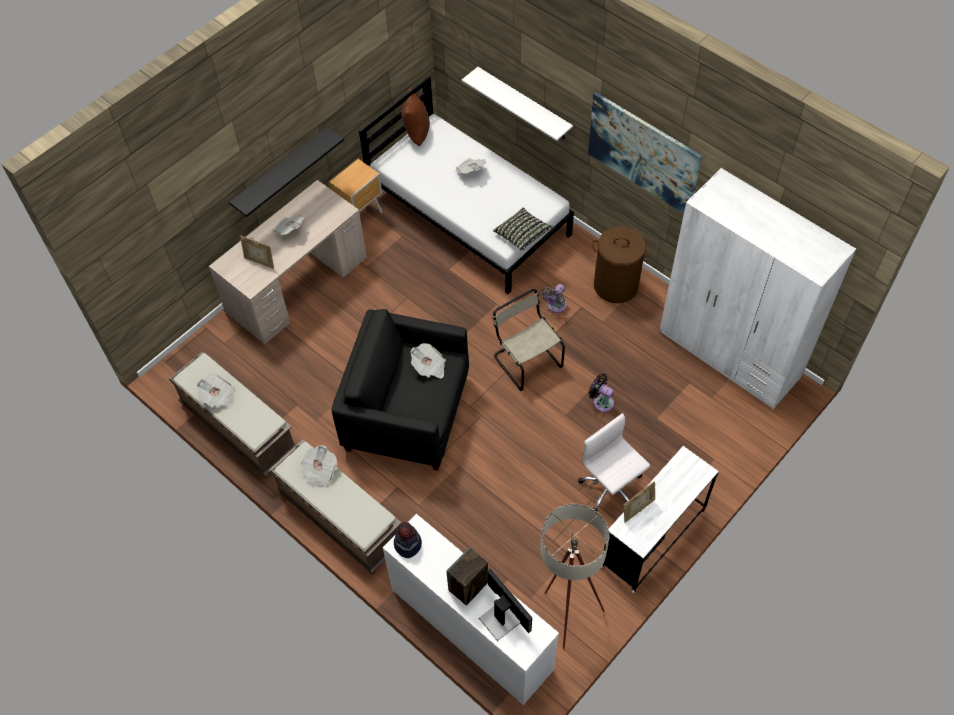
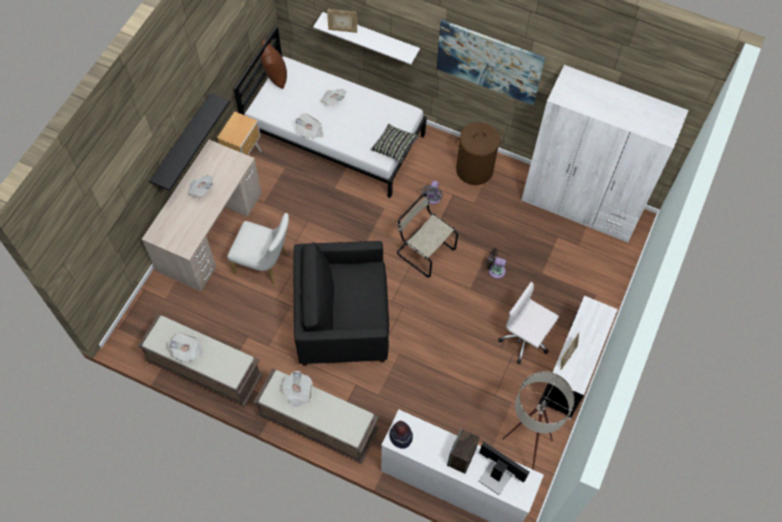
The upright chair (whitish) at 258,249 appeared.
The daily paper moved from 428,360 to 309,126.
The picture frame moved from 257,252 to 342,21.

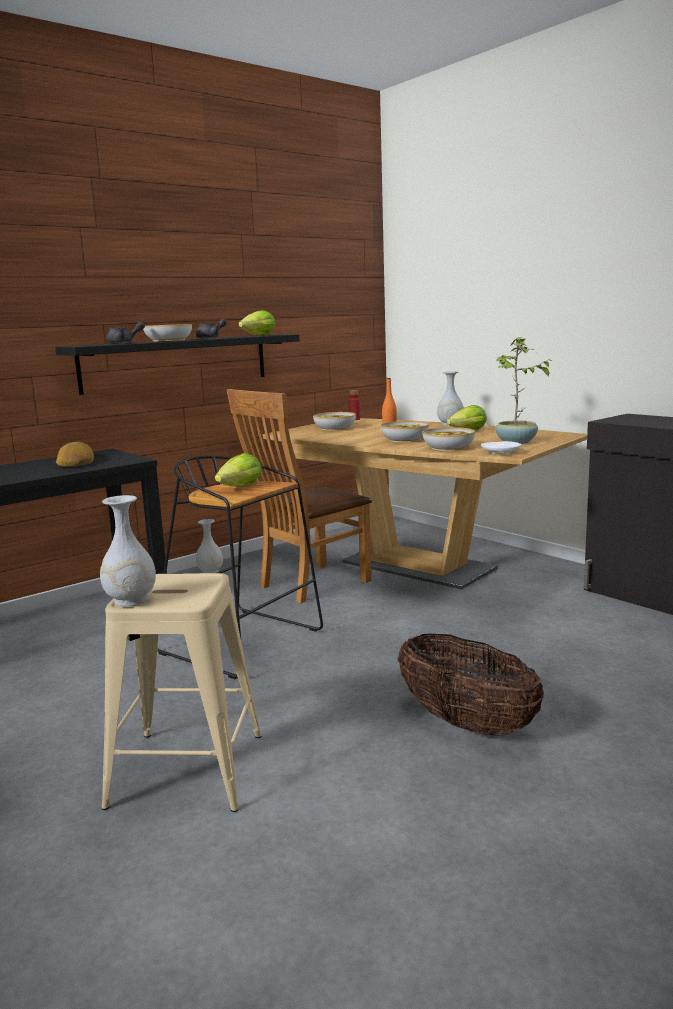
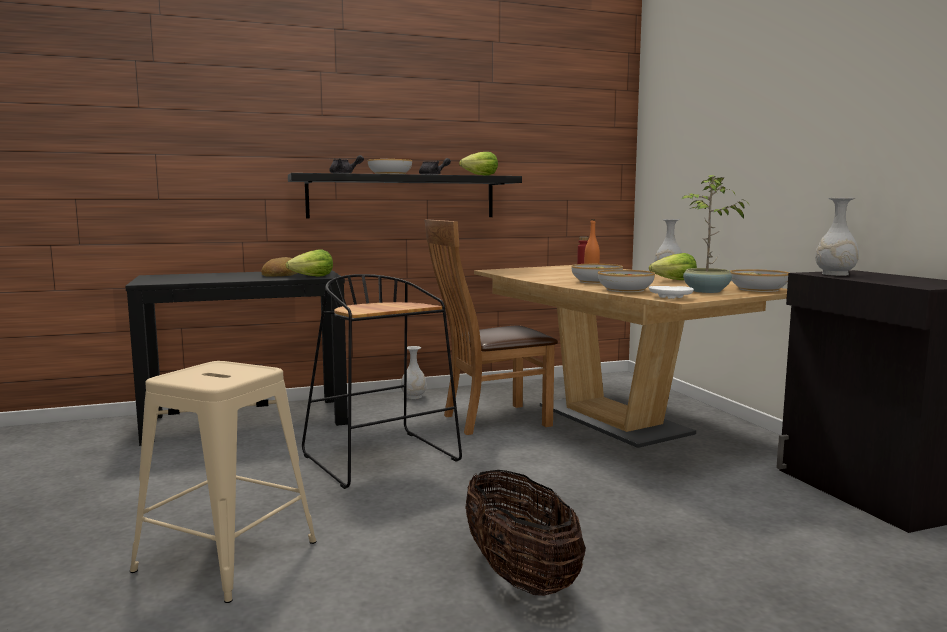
The lettuce moved from 238,469 to 309,263.
The deep dish moved from 334,421 to 759,280.
The decorative vase (whitish) moved from 128,550 to 837,237.

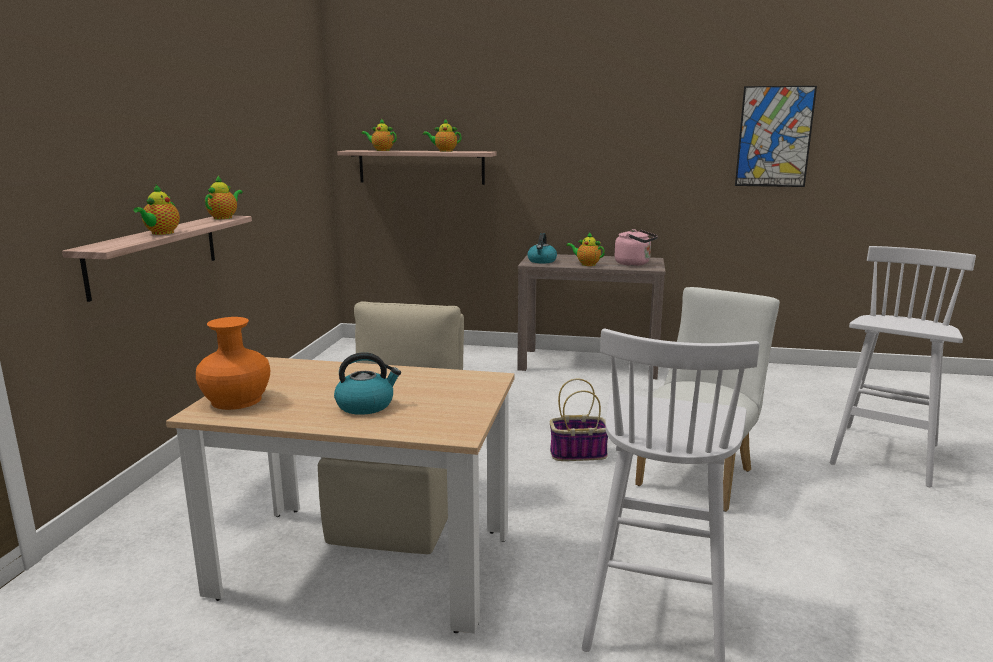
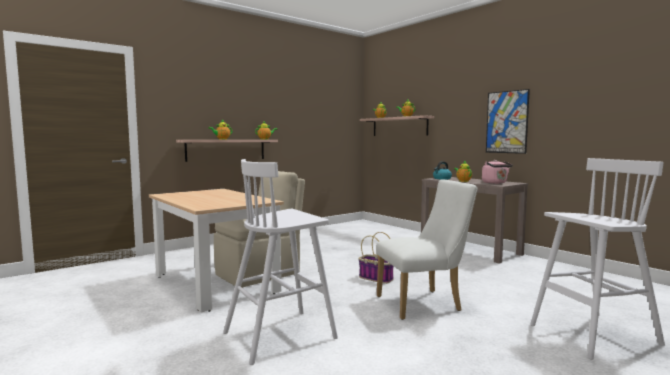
The wall picture moved from 776,136 to 508,121.
The decorative vase (orange) at 233,363 disappeared.
The kettle at 367,383 disappeared.

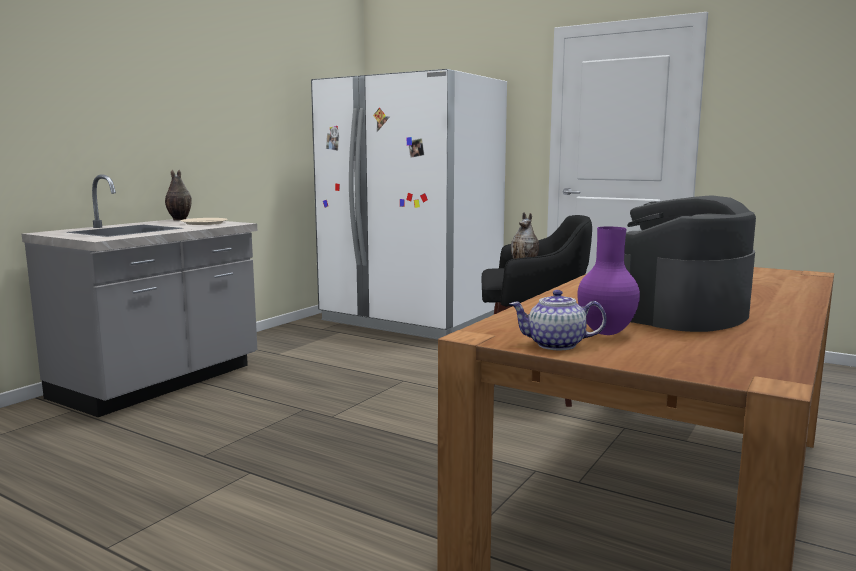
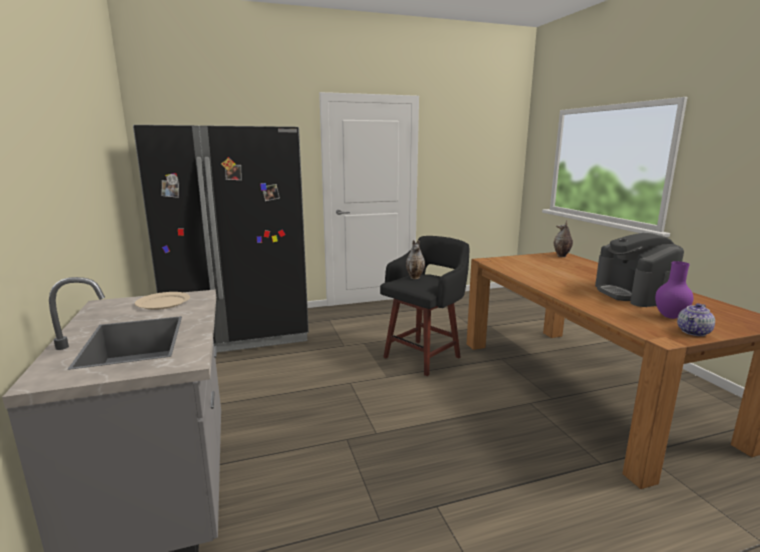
The refrigerator (whitish) at 409,204 became the refrigerator (blackish) at 221,238.
The decorative vase moved from 178,195 to 563,238.

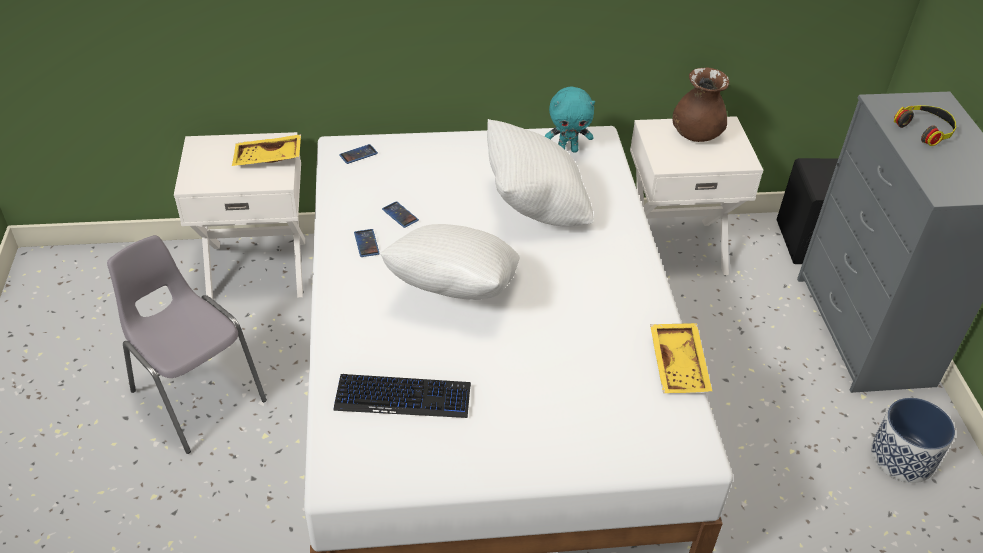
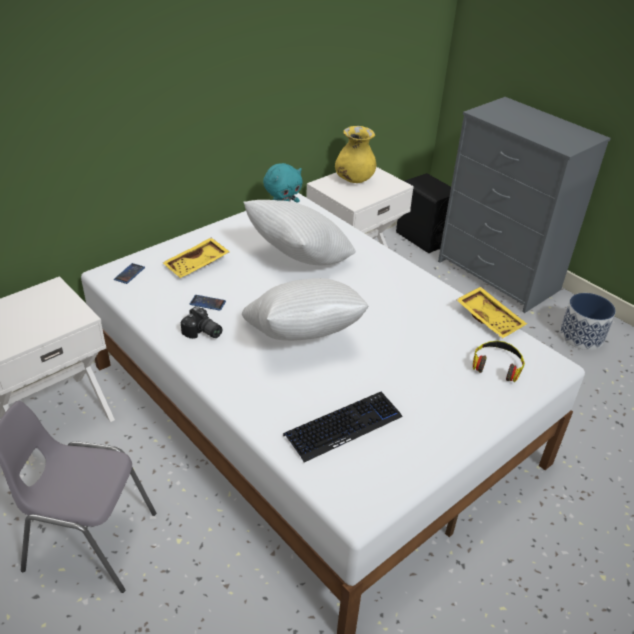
The carrying tray (yellow) moved from 266,150 to 196,258.
The phone at 366,243 was replaced by the photo camera at 201,322.
The decorative vase (brownish) at 700,104 became the decorative vase (yellow) at 355,154.
The pair of headphones moved from 925,125 to 499,361.

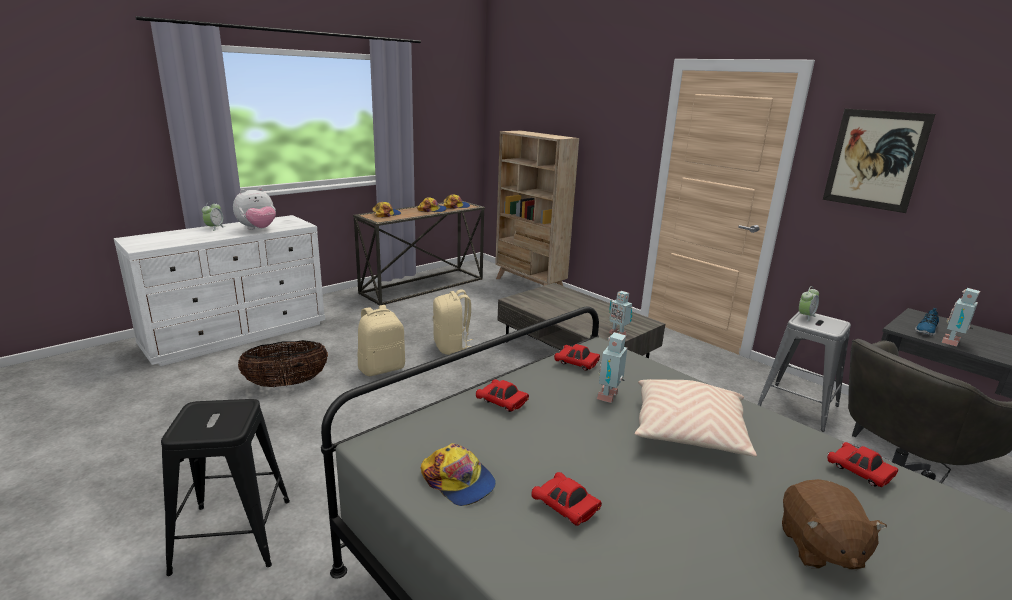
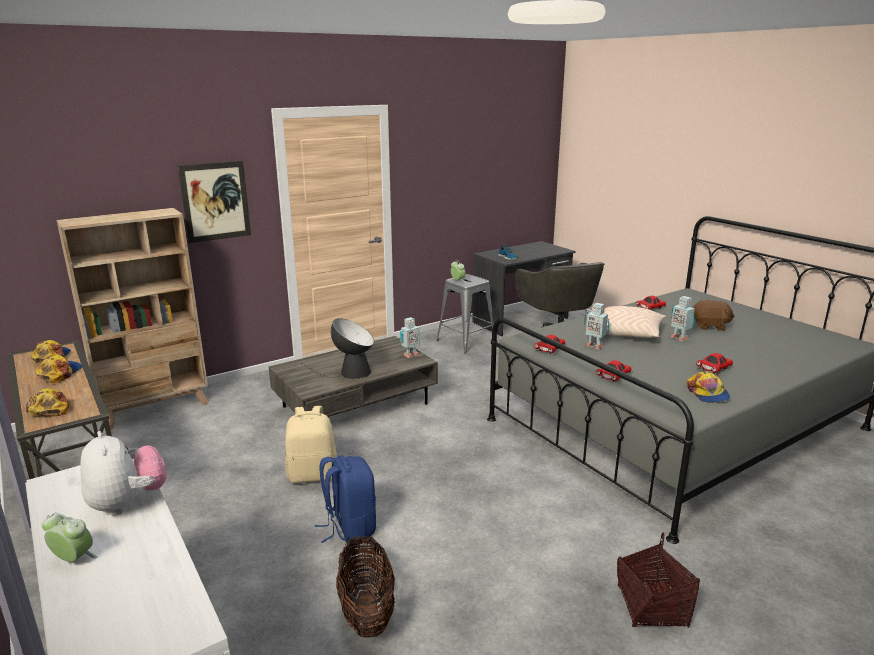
The wall picture moved from 879,161 to 214,202.
The table lamp at 337,348 appeared.
The knapsack (beige) at 381,340 became the knapsack (blue) at 345,499.
The stool (blackish) at 225,487 was replaced by the storage basket at 658,580.
The toy robot moved from 960,317 to 682,319.
The baseball cap at 458,474 turned 120 degrees clockwise.

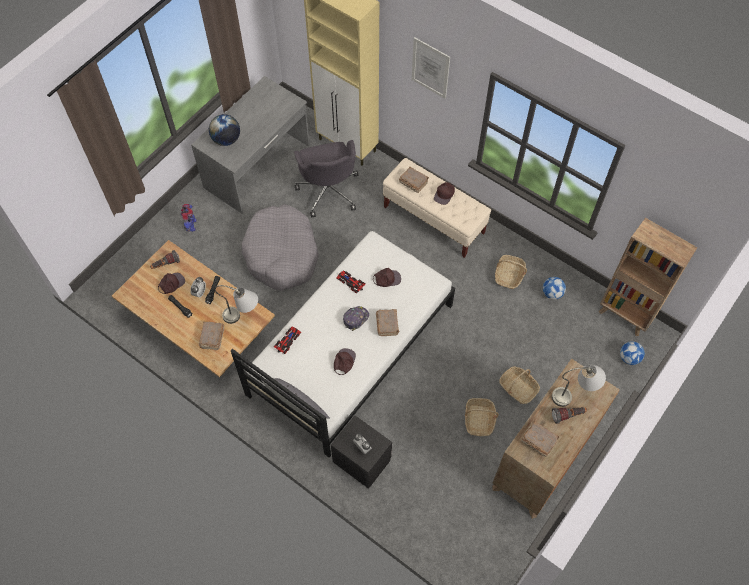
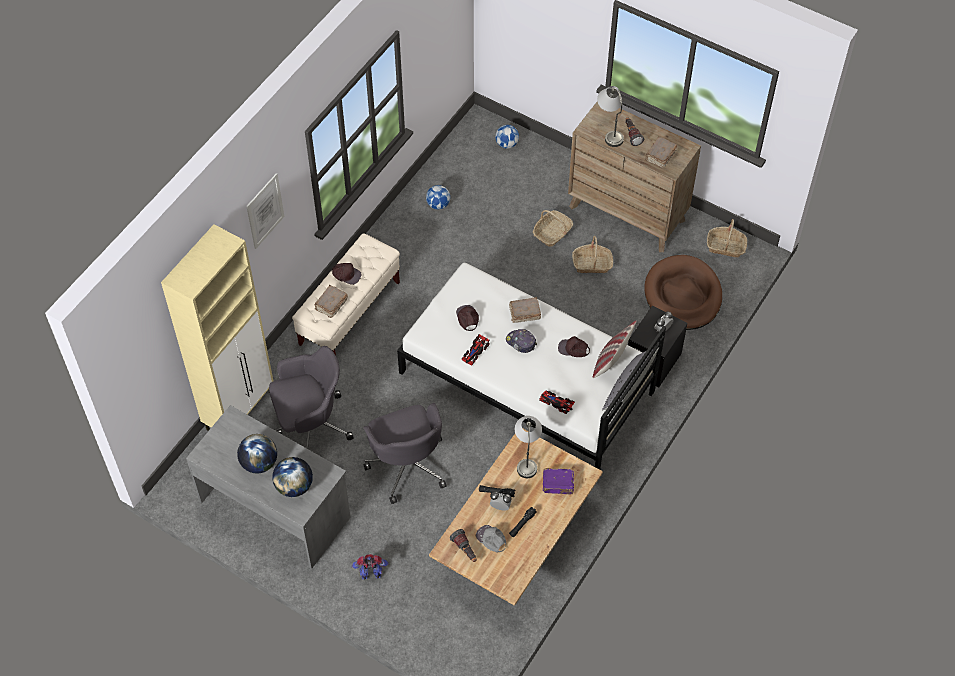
The world globe at 257,454 appeared.
The pet bed (greyish) at 280,247 was replaced by the desk chair (greyish) at 405,453.
The baseball cap (brownish) at 171,283 became the baseball cap (greyish) at 491,538.
The book (brownish) at 211,336 became the book (purplish) at 558,481.
The cushion at 615,349 appeared.
The pet bed (brownish) at 683,292 appeared.
The storage basket moved from 511,272 to 727,238.
The shelving unit (brownish) at 648,277 disappeared.

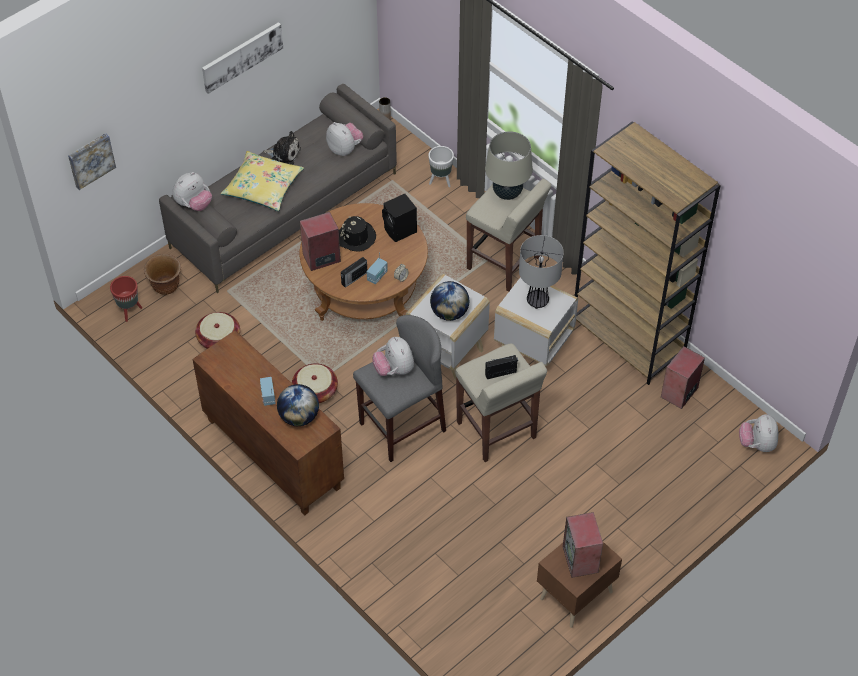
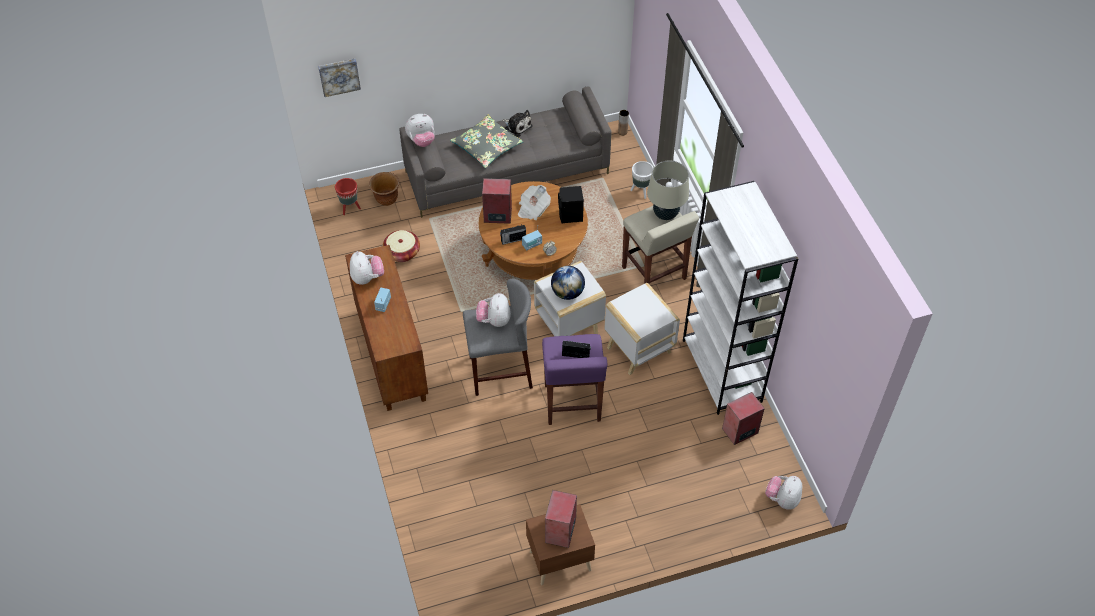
The soft toy moved from 344,139 to 367,268.
The cushion (yellow) at 262,181 became the cushion (greyish) at 487,141.
The wearable hat (blackish) at 357,234 was replaced by the daily paper at 534,202.
The stool (beige) at 501,402 became the stool (purplish) at 574,379.
The shelving unit (brownish) at 648,253 became the shelving unit (whitish) at 740,298.
The wall picture at 242,58 disappeared.
The world globe at 298,405 disappeared.
The storage basket at 315,383 disappeared.
The table lamp at 541,272 disappeared.

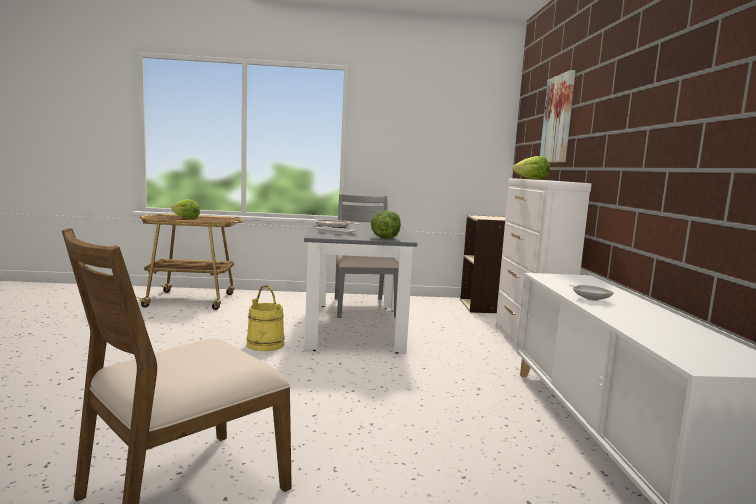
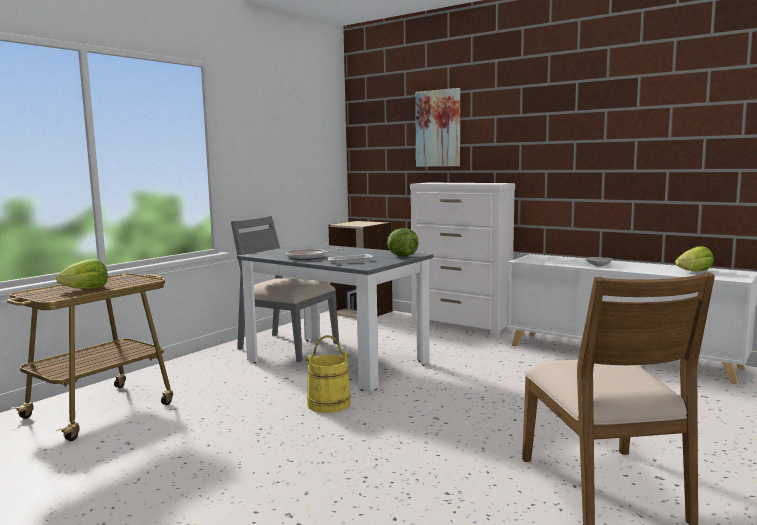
The lettuce moved from 531,168 to 694,258.

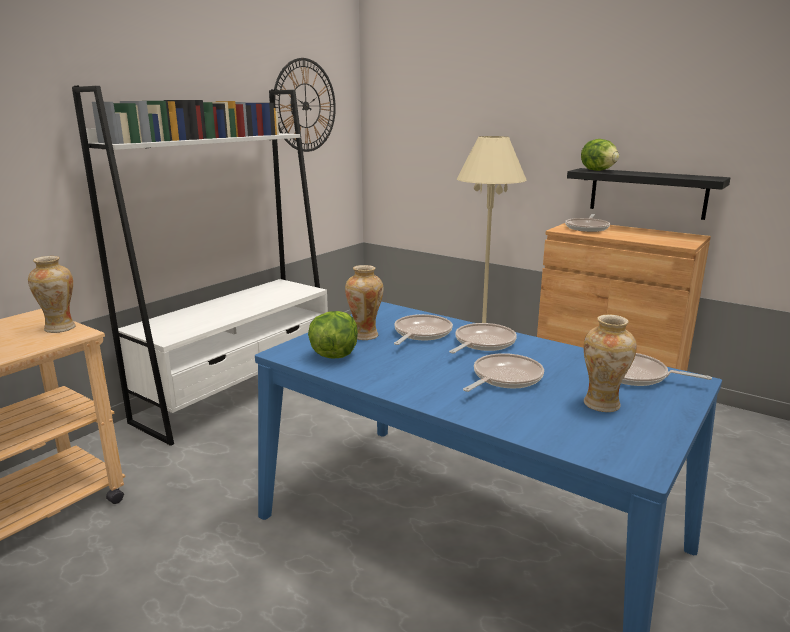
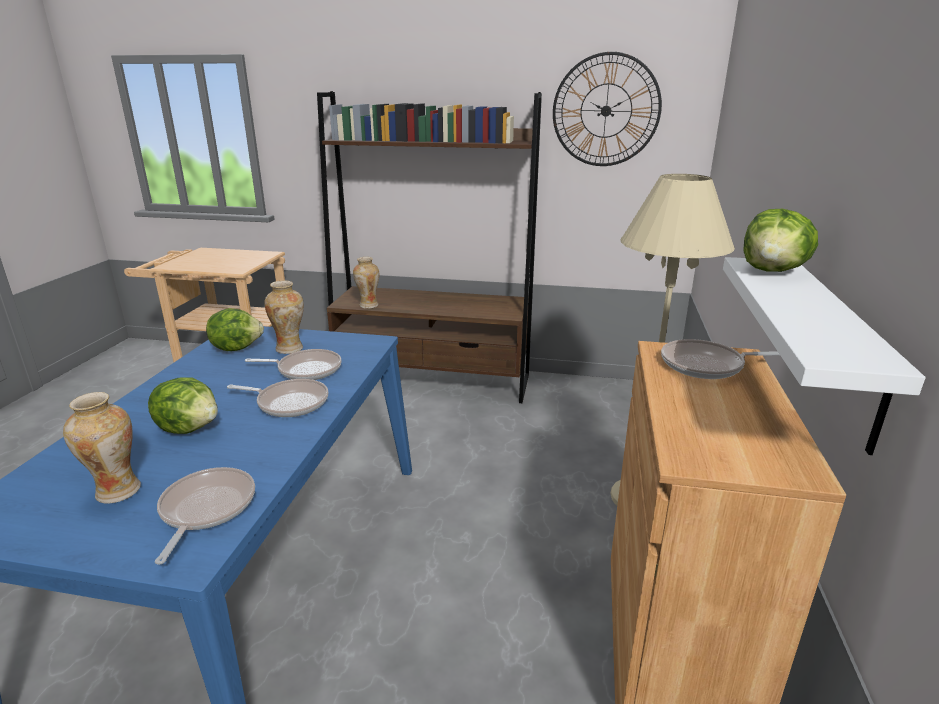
The pan at 503,372 was replaced by the lettuce at 183,405.
The shelving unit (whitish) at 200,266 became the shelving unit (brownish) at 429,247.
The decorative vase moved from 52,294 to 366,283.
The wall shelf (blackish) at 648,194 became the wall shelf (whitish) at 824,356.

